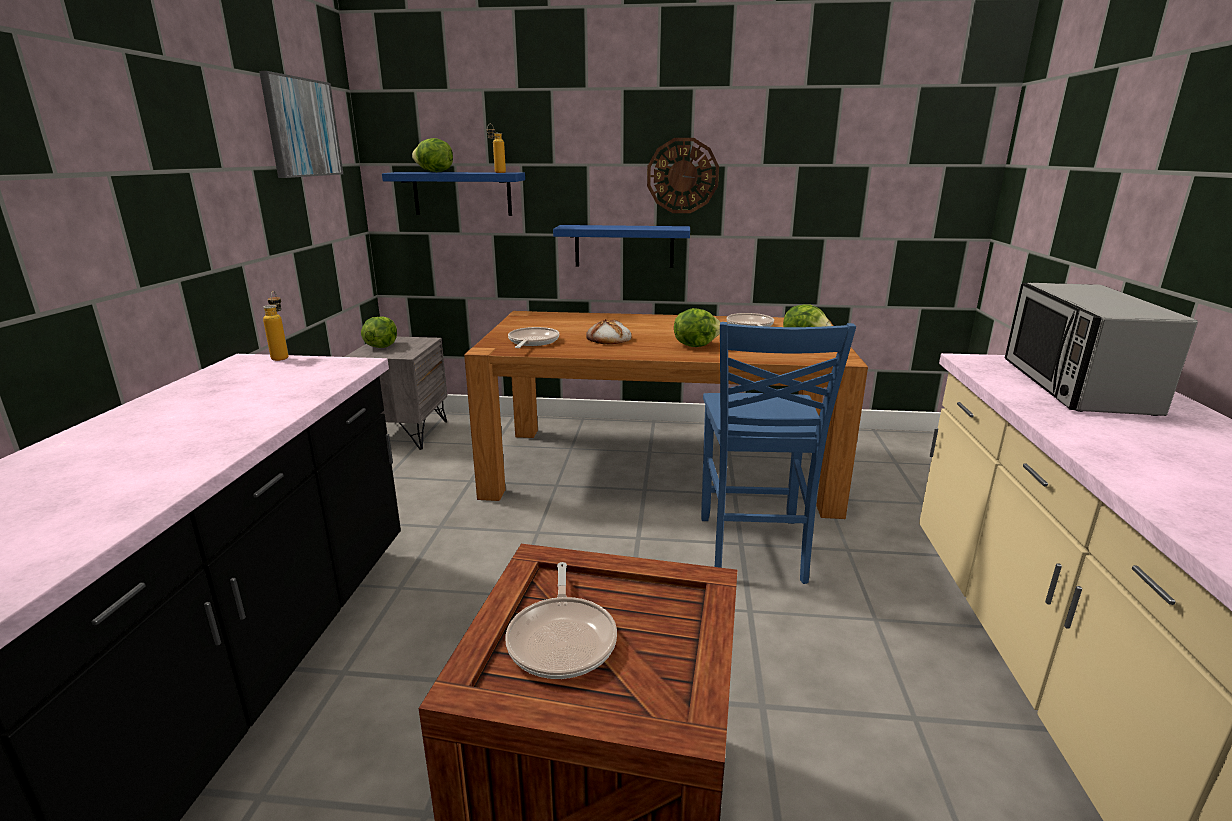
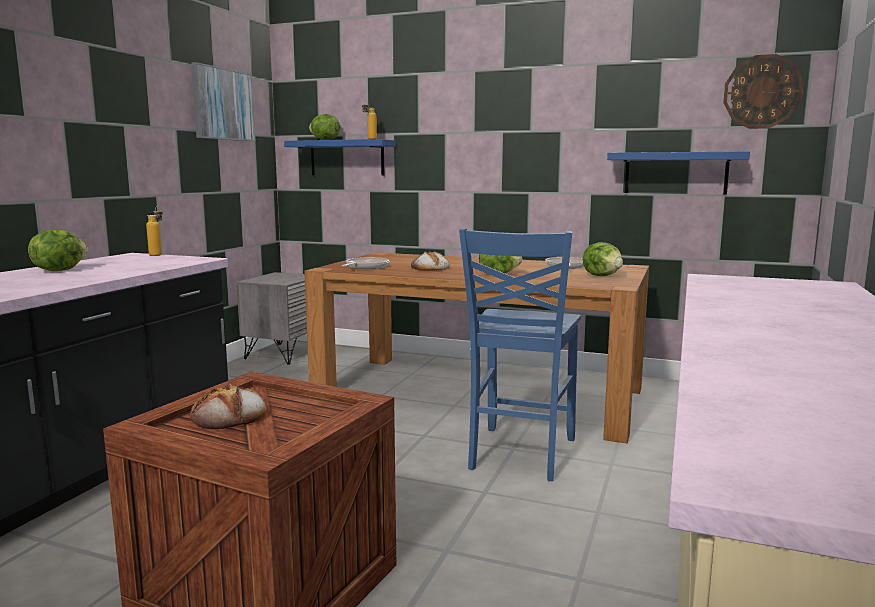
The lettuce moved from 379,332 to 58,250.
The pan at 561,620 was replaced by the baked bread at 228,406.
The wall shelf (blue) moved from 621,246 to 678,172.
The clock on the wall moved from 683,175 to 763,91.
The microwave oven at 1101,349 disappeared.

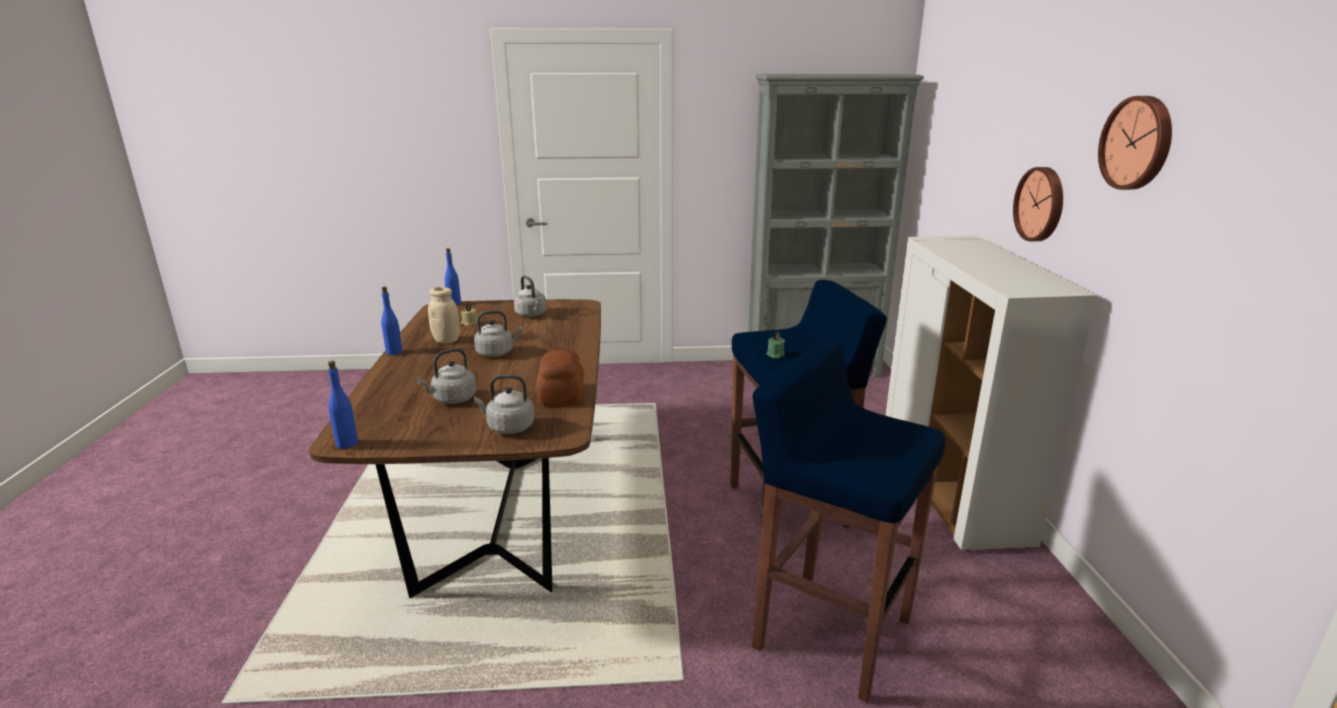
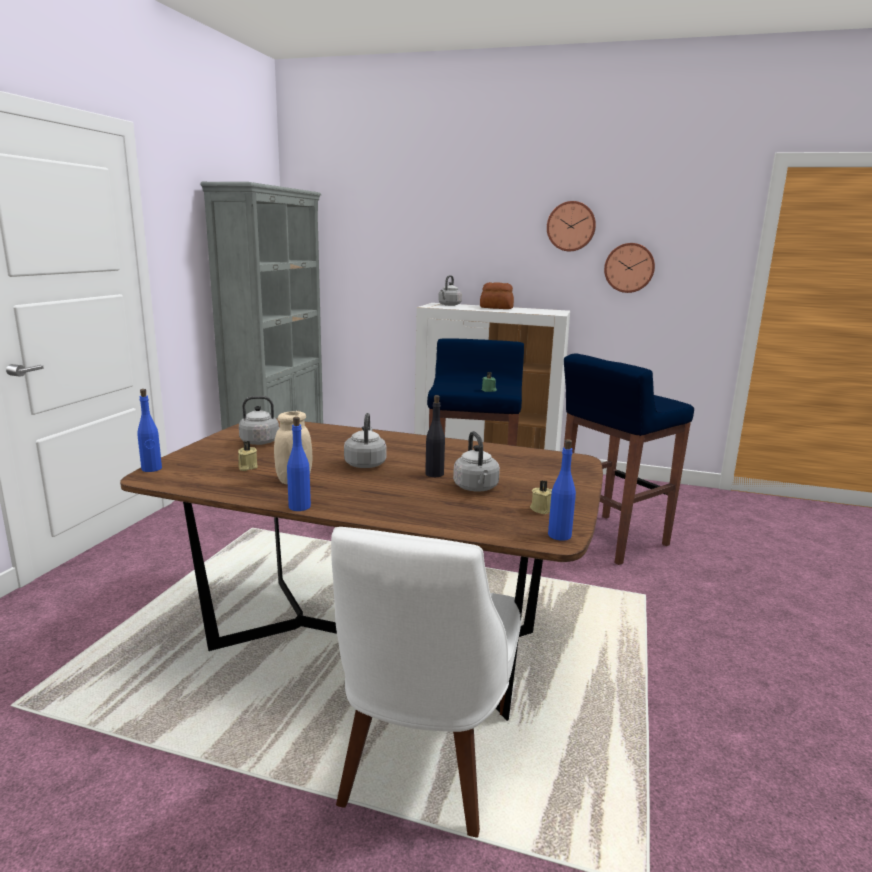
The upright chair (whitish) at 426,682 appeared.
The beverage bottle (blackish) at 435,436 appeared.
The kettle (greyish) moved from 504,404 to 450,290.
The baked bread moved from 560,378 to 497,295.
The wax candle (beige) at 541,497 appeared.
The clock on the wall moved from 1038,204 to 629,268.

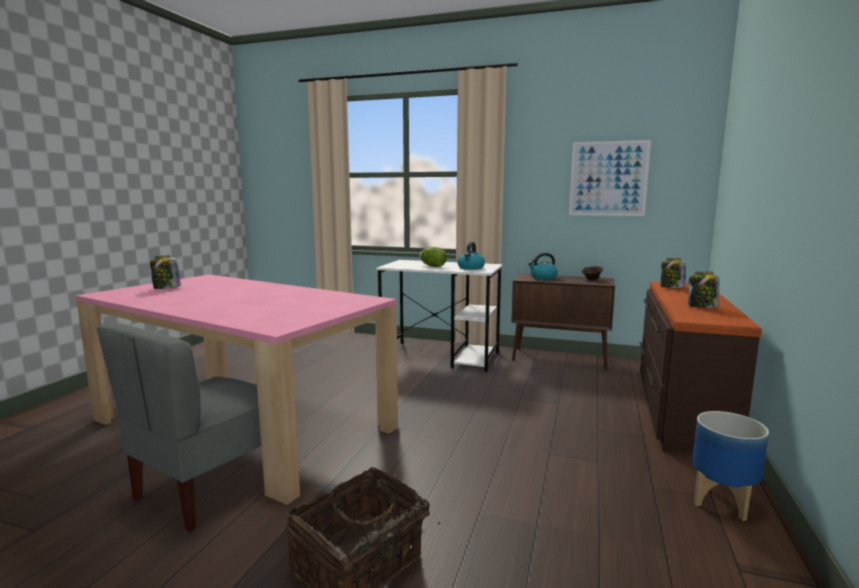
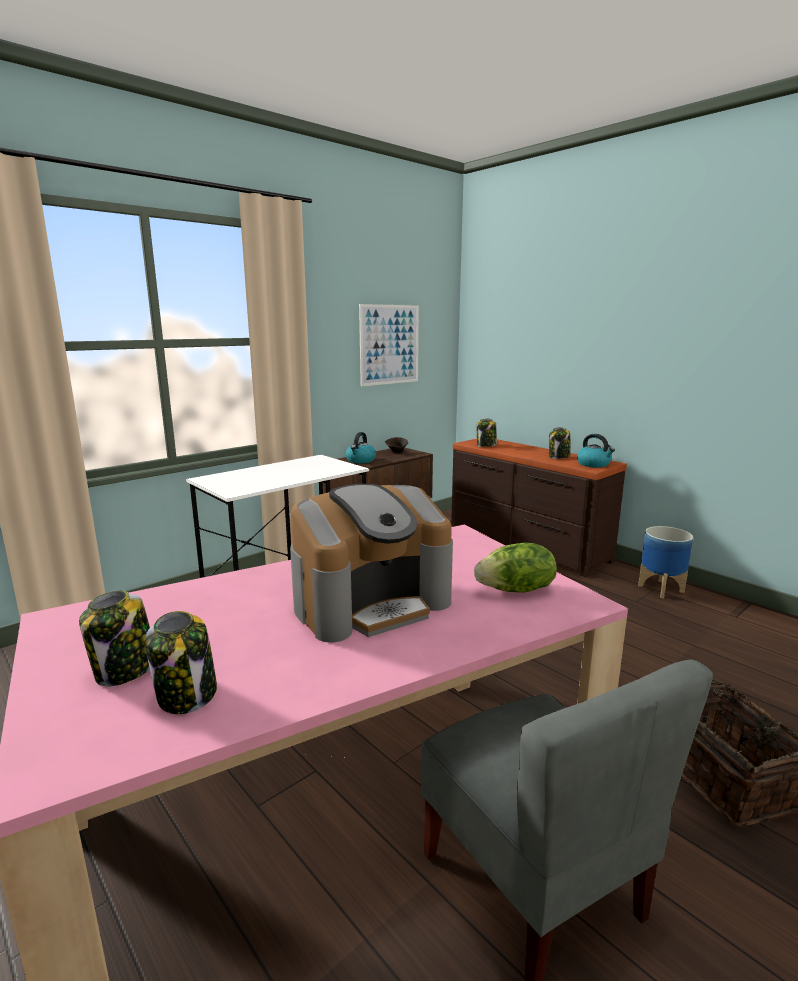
The jar at 181,662 appeared.
The coffee brewer at 371,563 appeared.
The lettuce moved from 433,257 to 515,568.
The kettle moved from 471,256 to 596,451.

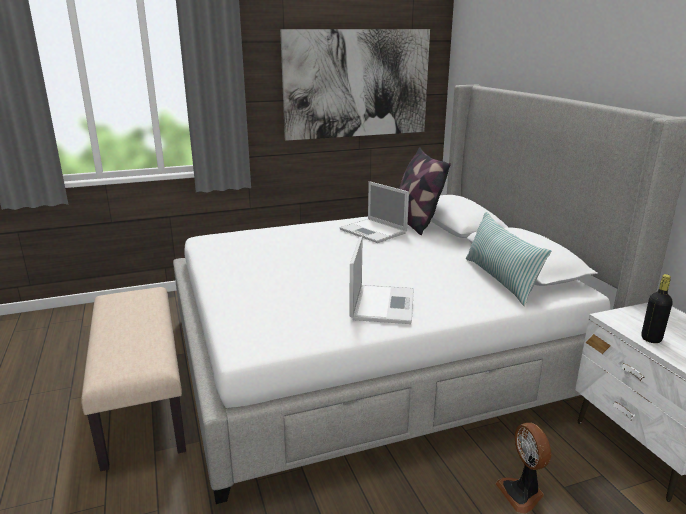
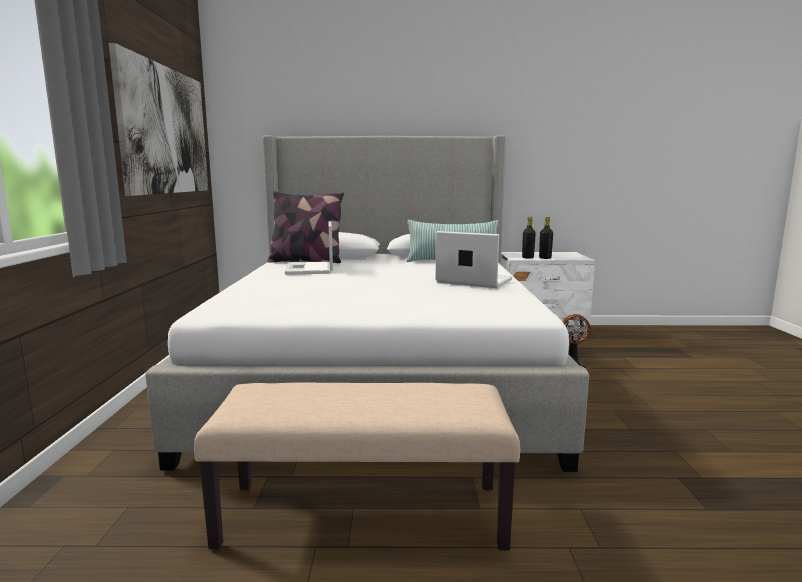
The notebook computer at 374,212 turned 105 degrees clockwise.
The beverage bottle (blackish) at 529,238 appeared.

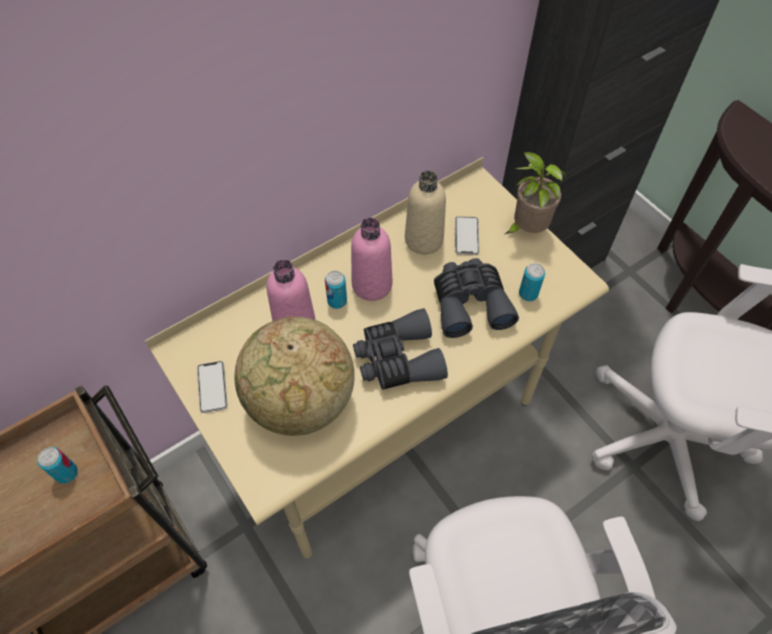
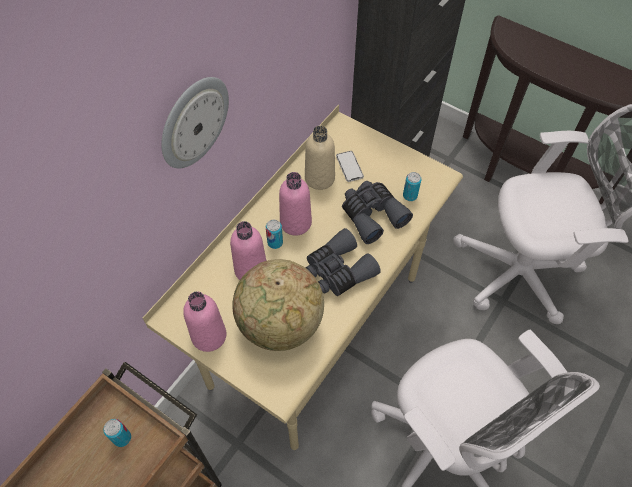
The clock on the wall at 195,123 appeared.
The phone at 212,387 was replaced by the beverage bottle (pinkish) at 204,321.
The houseplant at 536,193 disappeared.

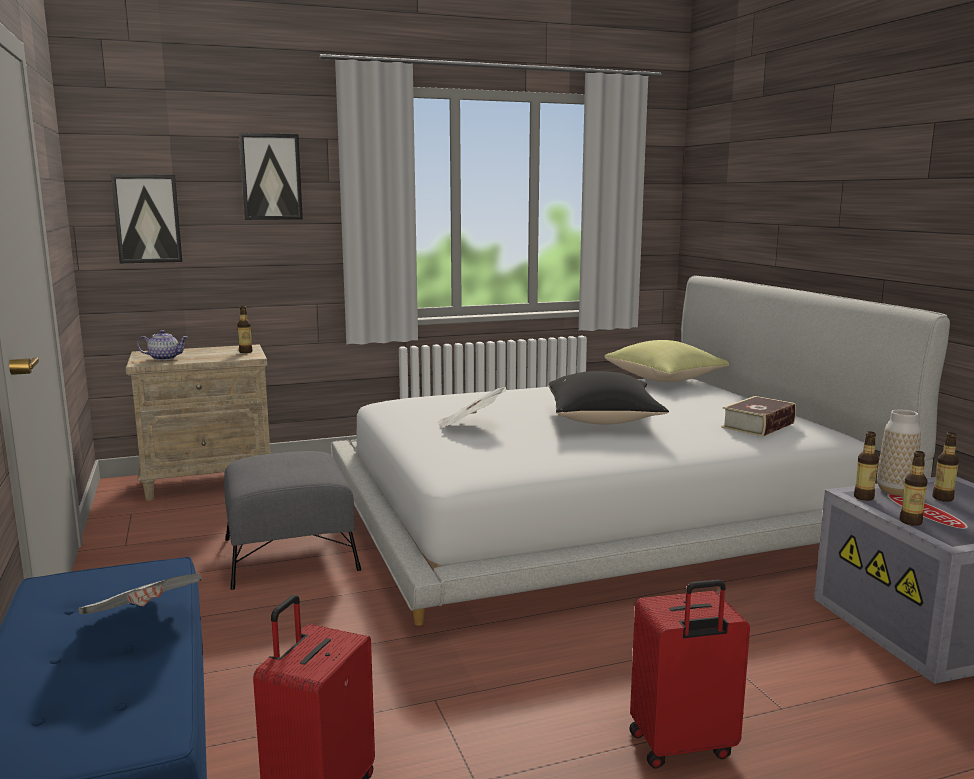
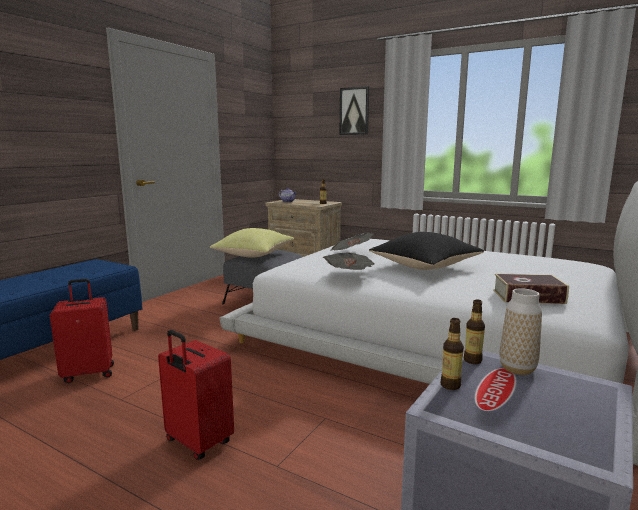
The cushion (yellow) moved from 666,361 to 252,243.
The daily paper moved from 140,594 to 349,261.
The wall picture at 146,218 disappeared.
The beverage bottle at 945,467 disappeared.

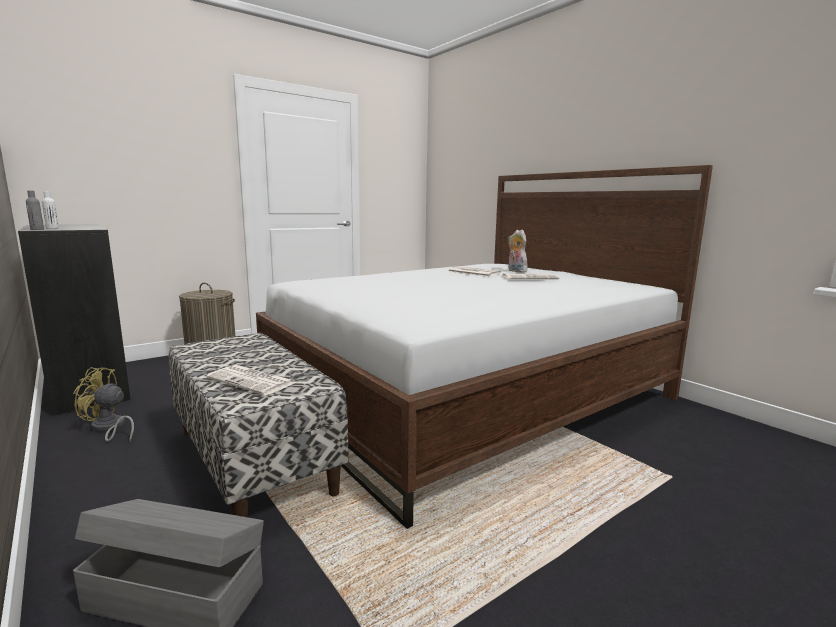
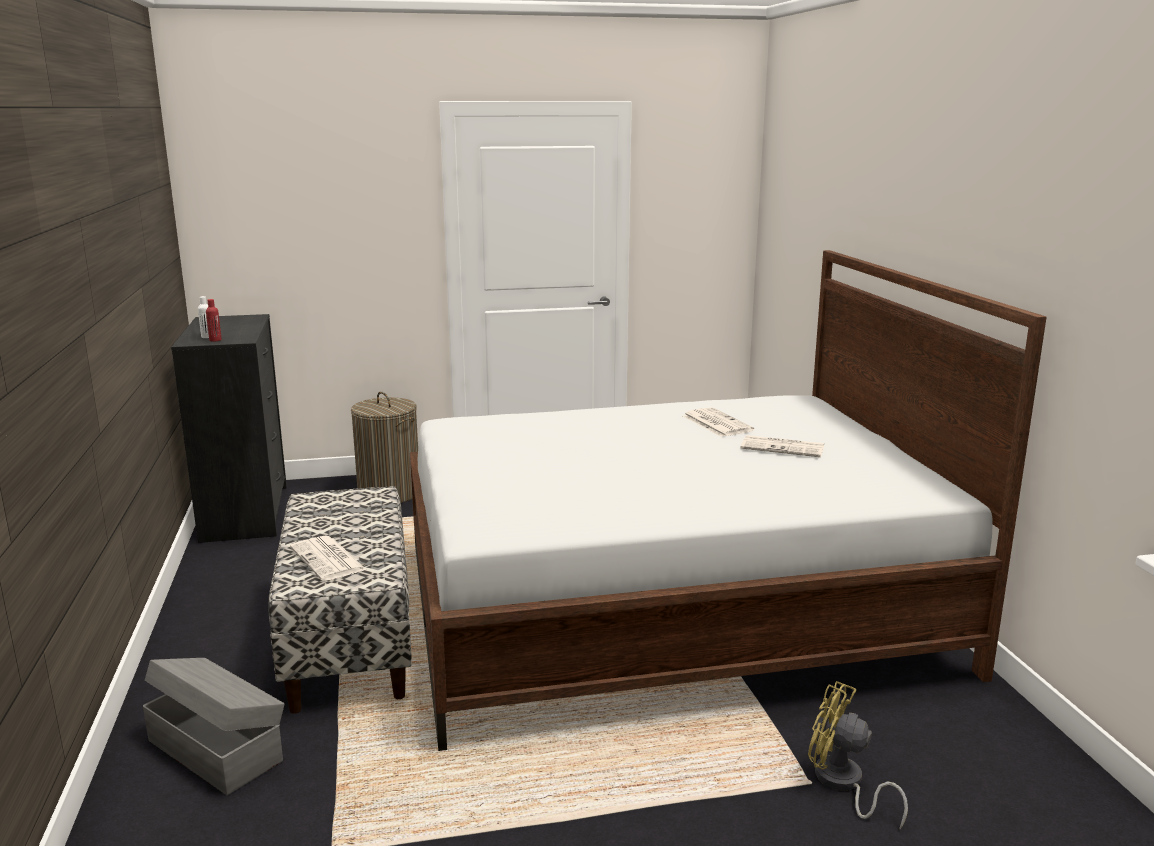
The beverage bottle (red) at 214,320 appeared.
The electric fan (yellow) moved from 103,404 to 858,755.
The beverage bottle (greyish) at 35,210 disappeared.
The soft toy at 517,251 disappeared.

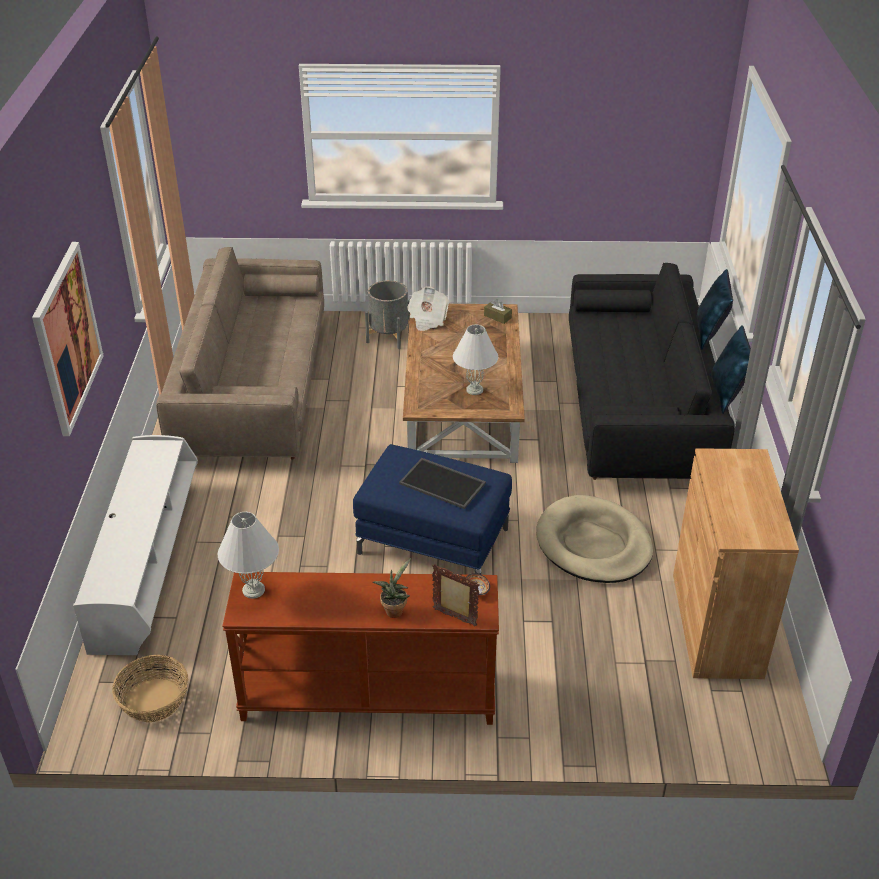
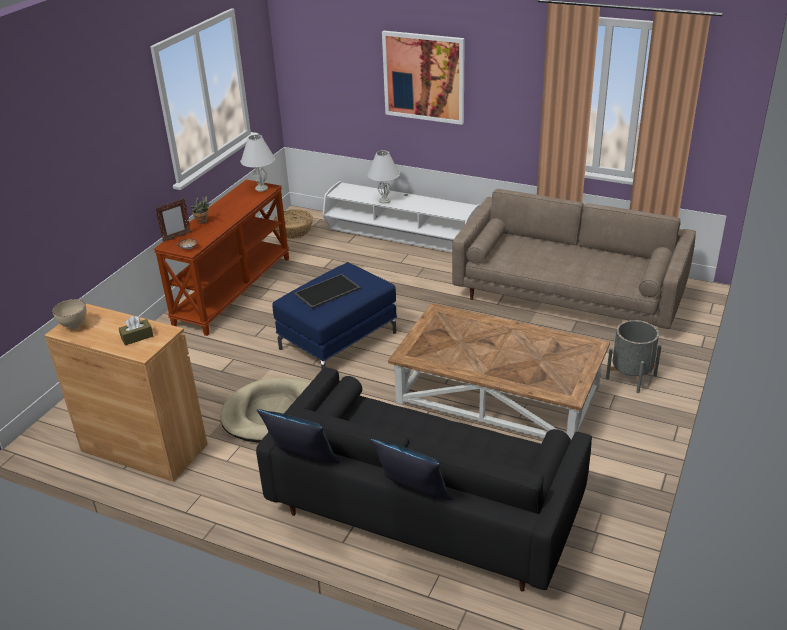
The deep dish (beige) at 69,314 appeared.
The box of tissues (brownish) moved from 498,311 to 136,330.
The table lamp (whitish) moved from 475,360 to 384,177.
The daily paper at 428,308 disappeared.

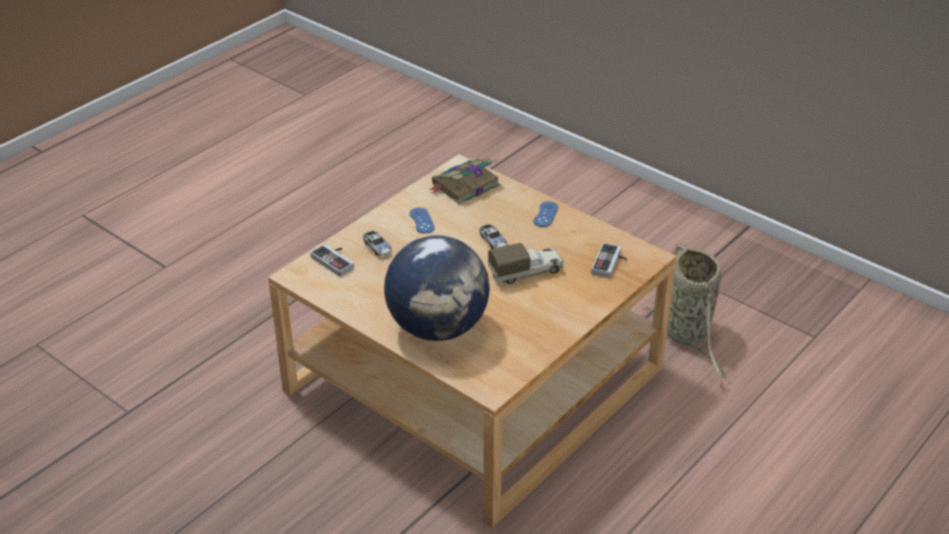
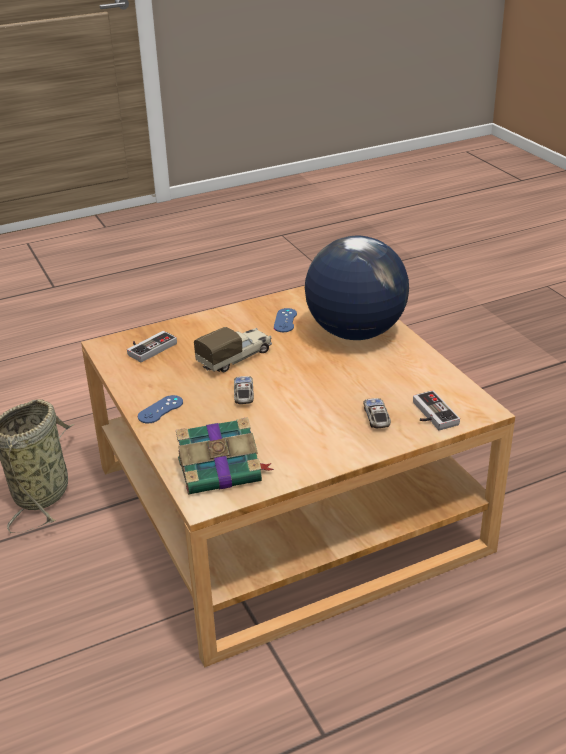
The toy truck at 525,263 turned 135 degrees clockwise.
The game controller (blue) moved from 422,221 to 285,320.

